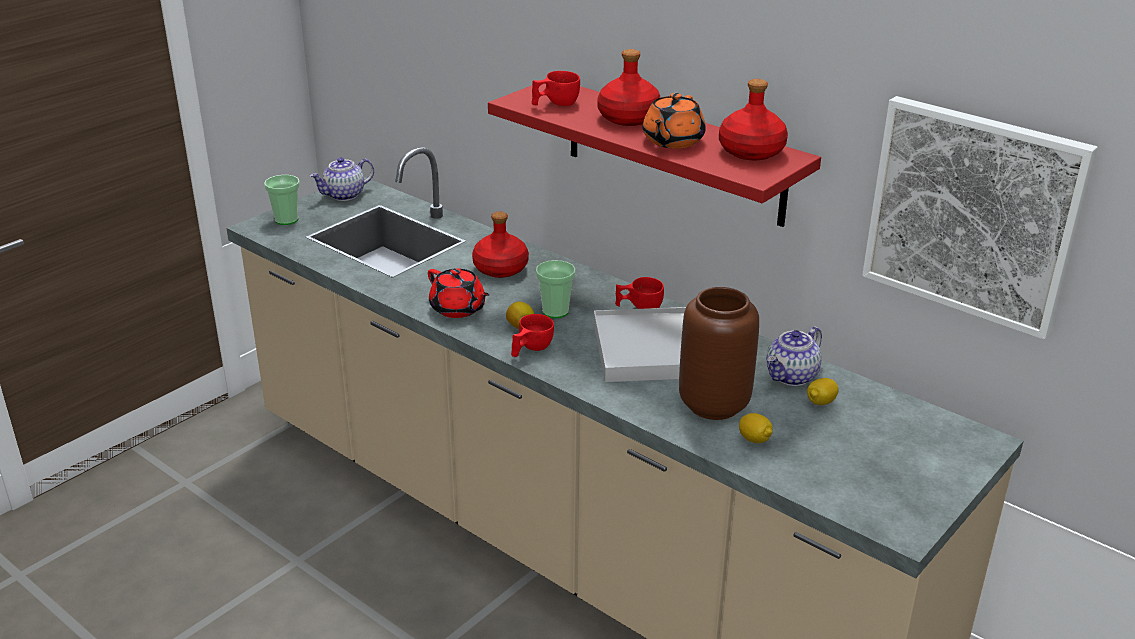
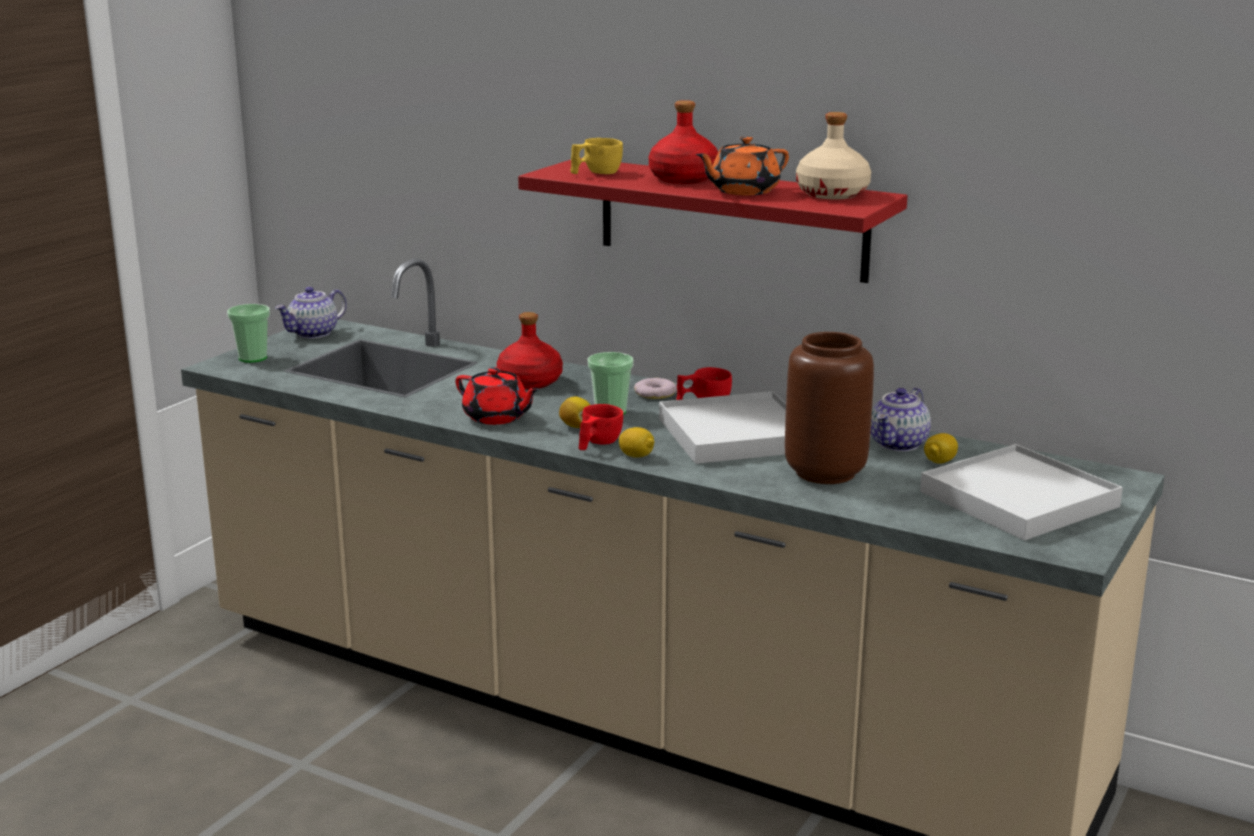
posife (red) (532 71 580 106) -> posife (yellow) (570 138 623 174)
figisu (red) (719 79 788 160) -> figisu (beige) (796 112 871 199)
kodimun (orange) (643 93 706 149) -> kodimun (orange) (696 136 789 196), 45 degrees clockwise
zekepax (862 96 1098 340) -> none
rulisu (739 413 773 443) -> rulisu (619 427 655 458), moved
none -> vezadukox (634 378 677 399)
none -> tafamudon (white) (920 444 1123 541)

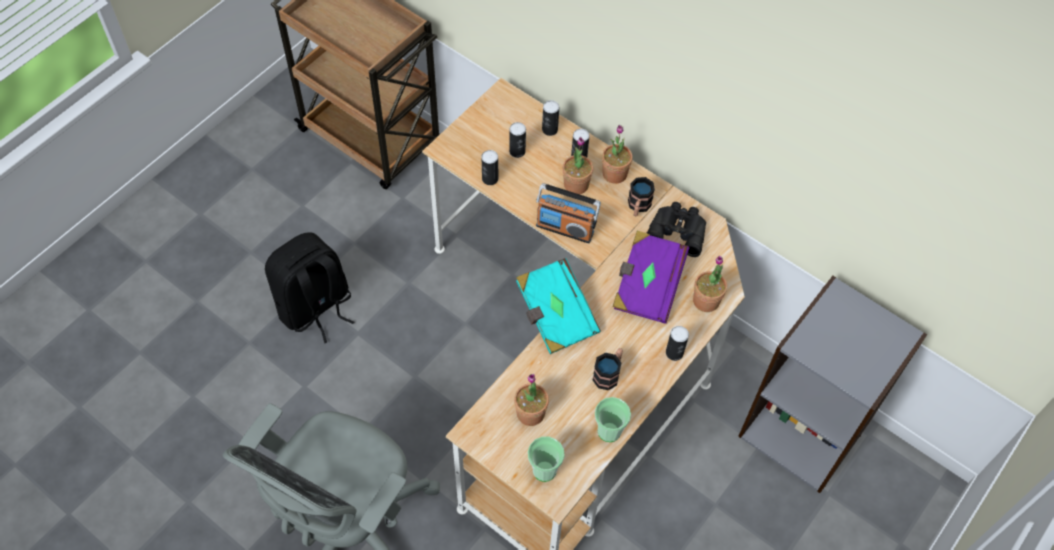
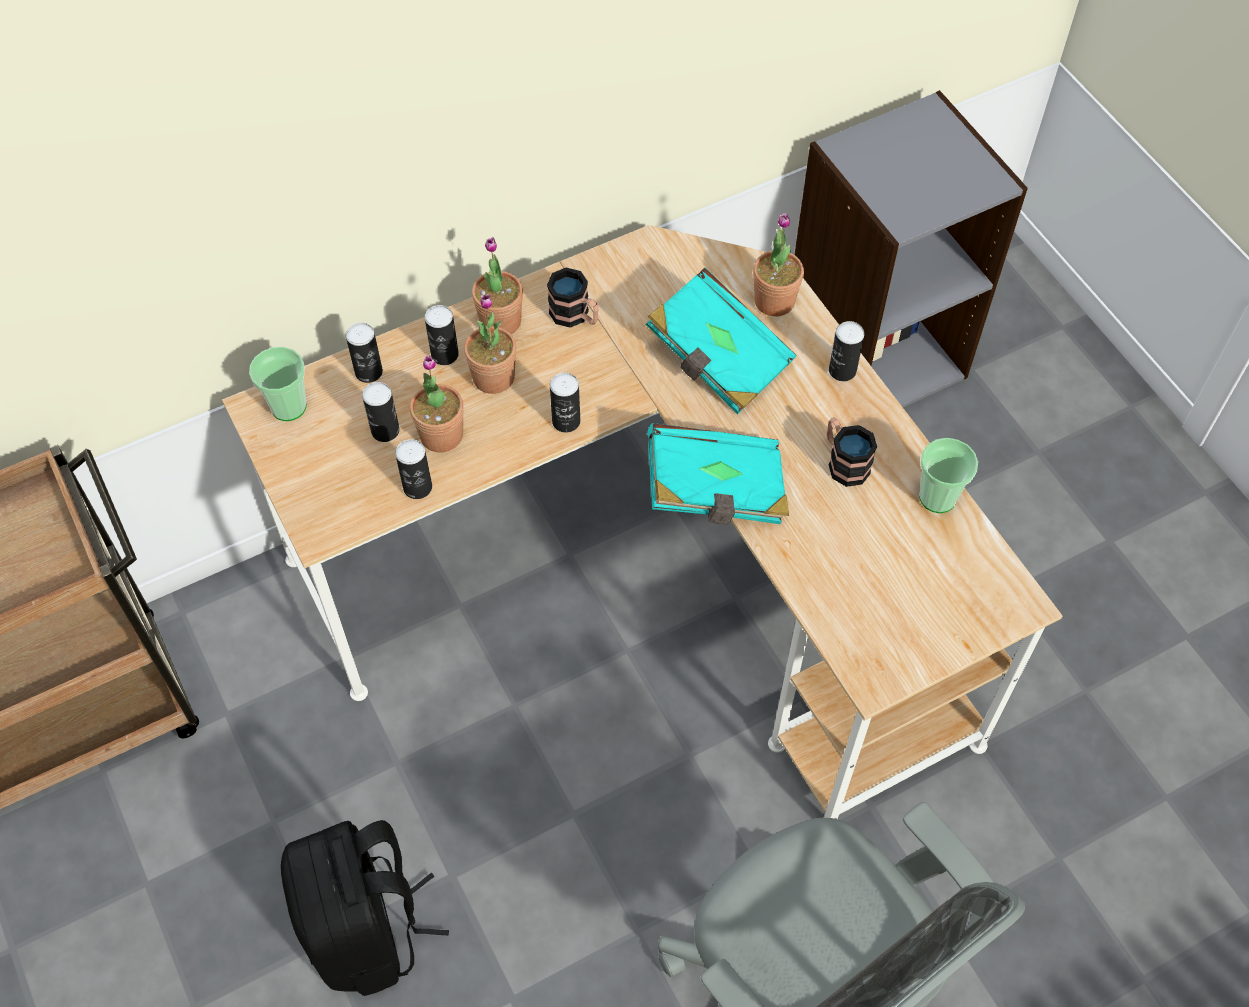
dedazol (536 183 601 243) -> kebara (550 372 580 433)
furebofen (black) (647 202 706 257) -> none
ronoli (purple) (613 231 689 324) -> ronoli (turquoise) (646 268 797 414)
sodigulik (514 374 549 426) -> sodigulik (410 354 464 452), moved
posife (528 436 564 482) -> posife (249 347 307 421), moved

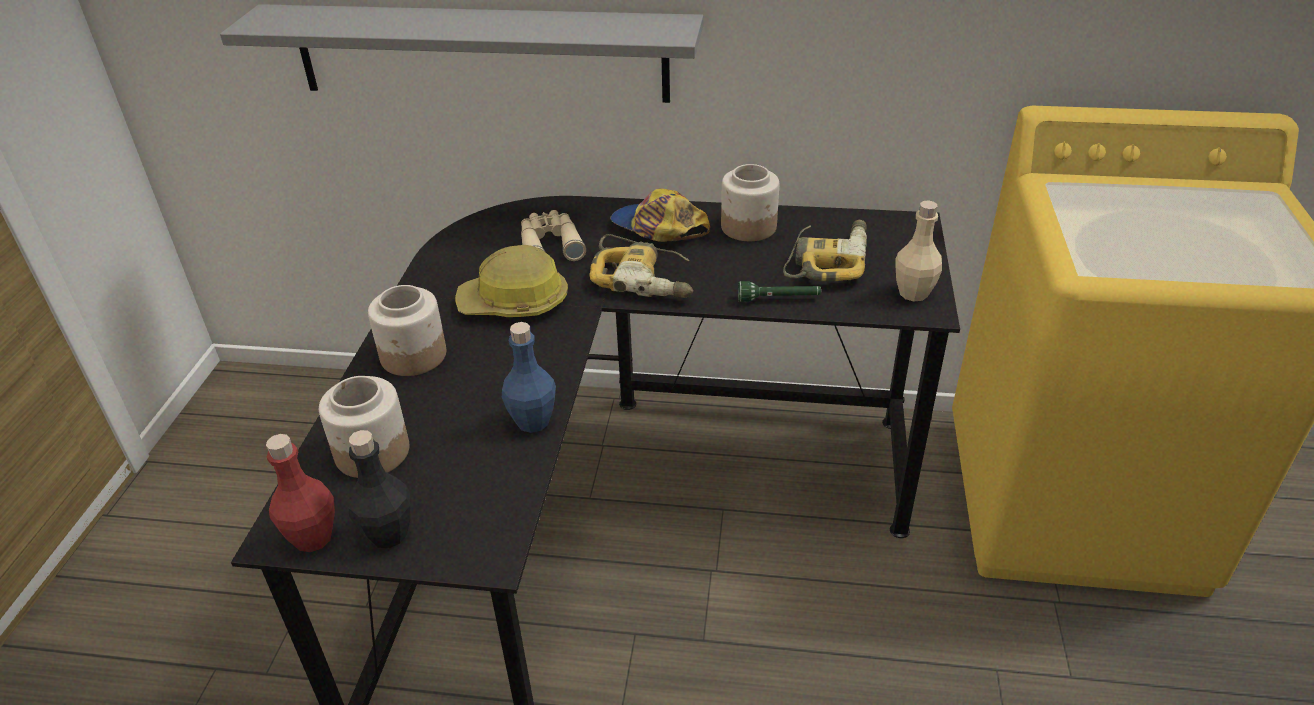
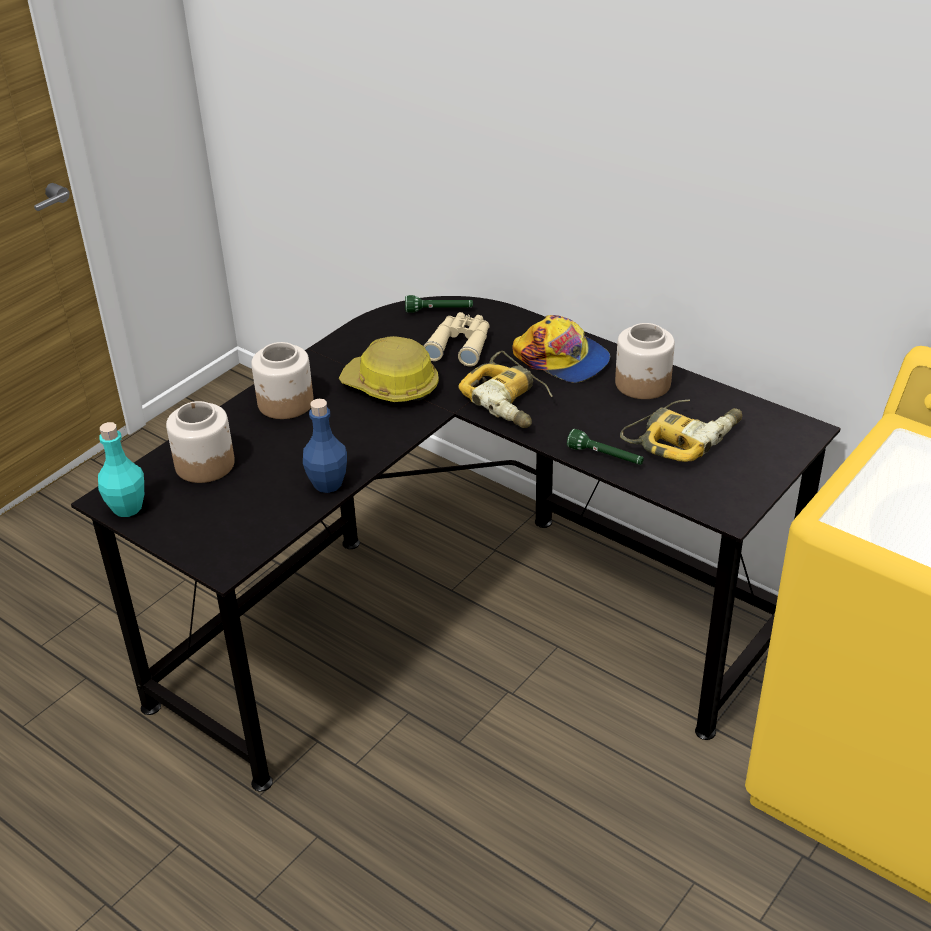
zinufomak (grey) (220 4 704 103) -> none
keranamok (610 188 710 242) -> keranamok (512 315 610 383), 150 degrees clockwise
figisu (beige) (896 200 942 301) -> none
figisu (black) (348 430 410 548) -> none
figisu (red) (266 434 335 552) -> figisu (turquoise) (98 422 144 517)
none -> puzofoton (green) (405 295 473 313)

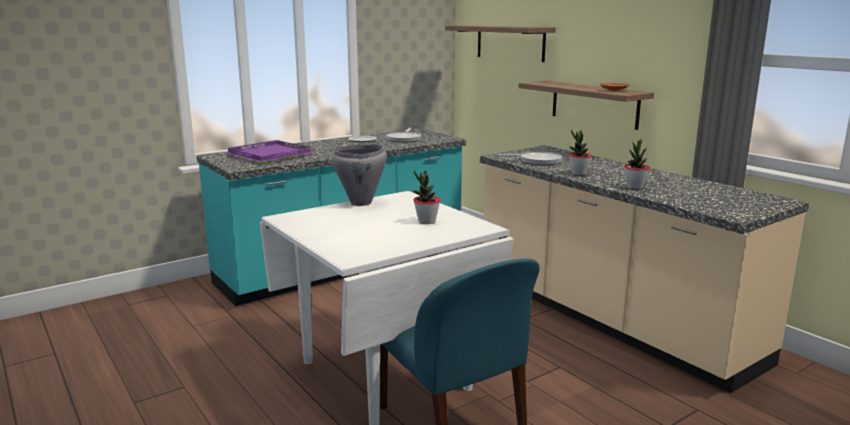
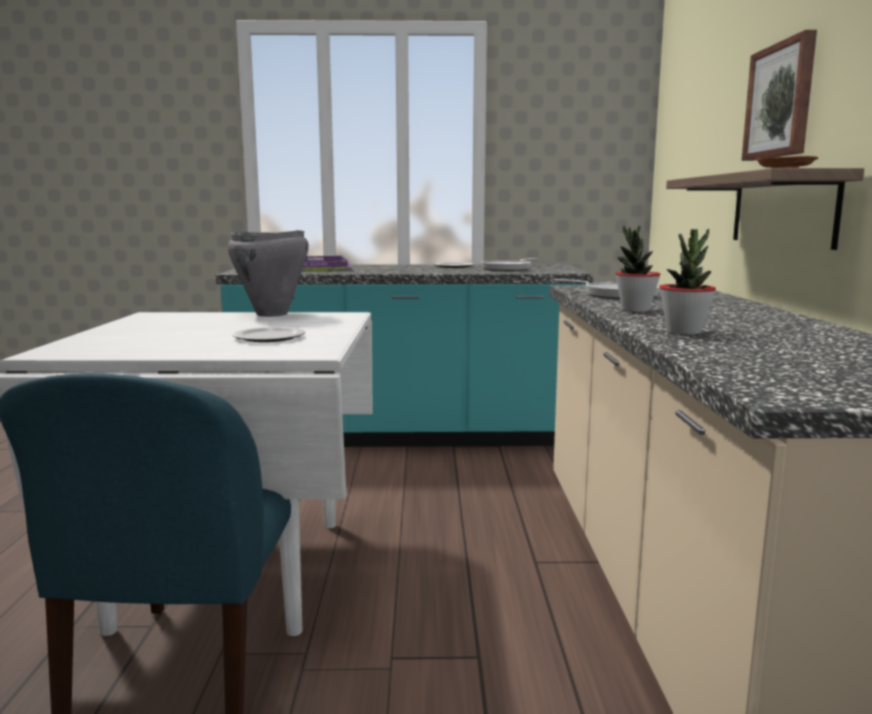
zinufomak (445 25 556 62) -> none
sodigulik (413 171 441 224) -> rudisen (233 327 305 342)
none -> zekepax (742 30 817 161)

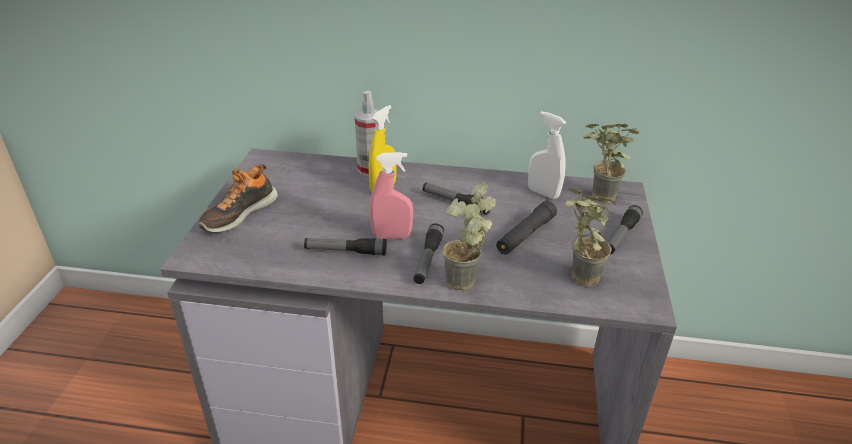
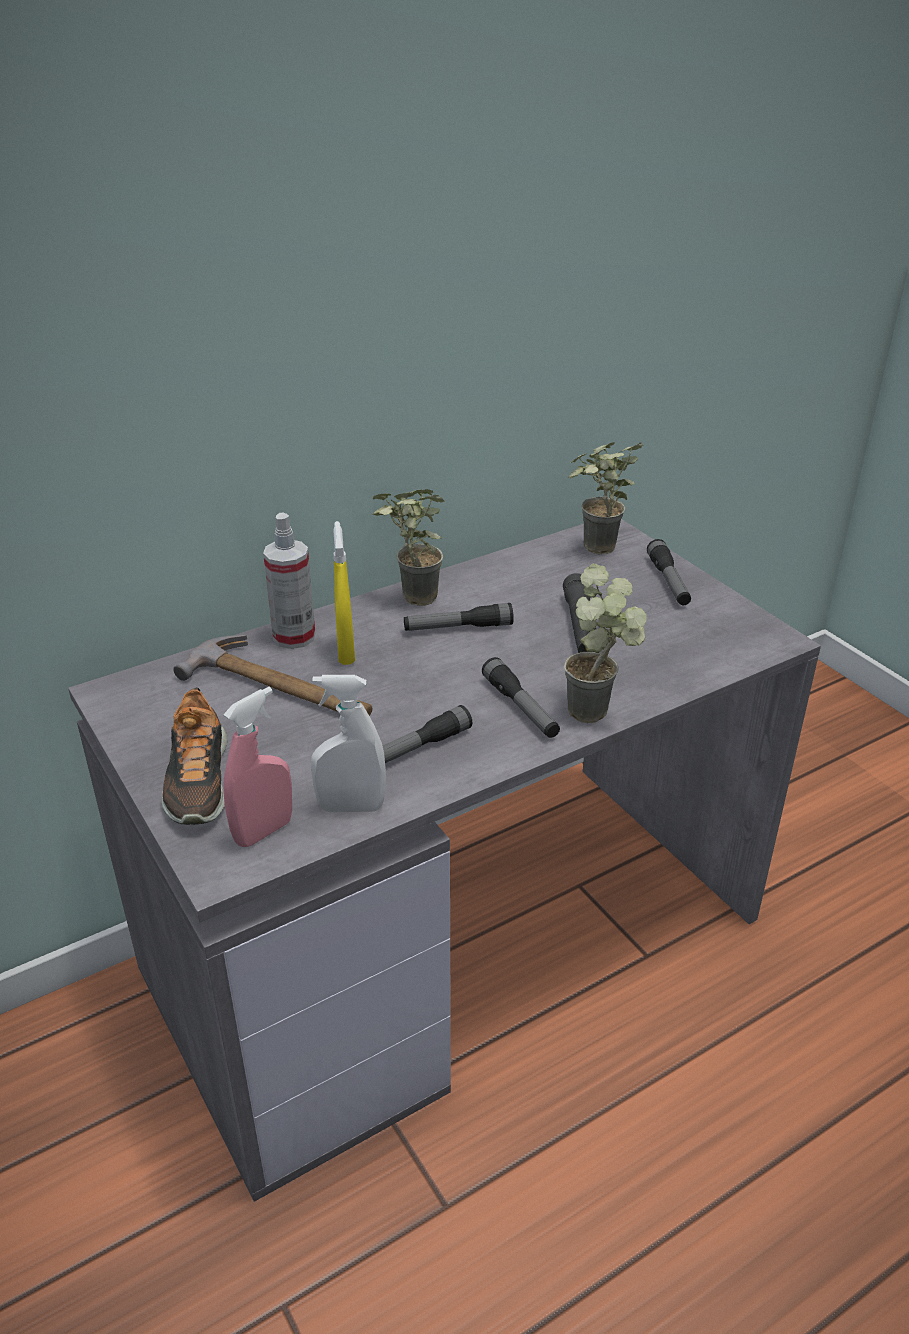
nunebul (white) (528 111 566 199) -> nunebul (white) (311 675 386 813), moved
nunebul (pink) (370 152 413 239) -> nunebul (pink) (223 687 292 847), moved
sodigulik (565 189 616 287) -> sodigulik (372 489 445 606), moved
none -> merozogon (173 635 372 716)

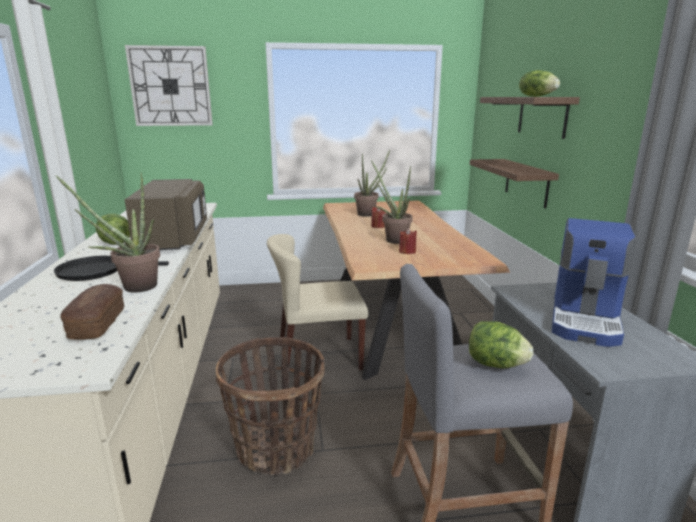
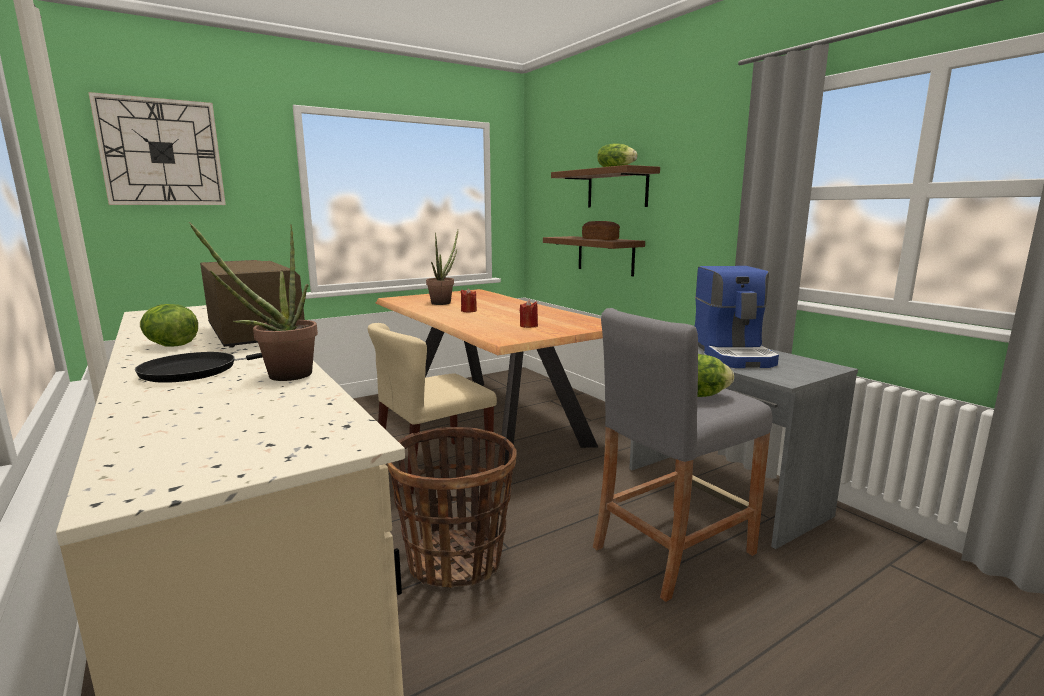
sodigulik (371 160 413 244) -> none
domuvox (60 284 124 340) -> domuvox (582 221 620 240), moved

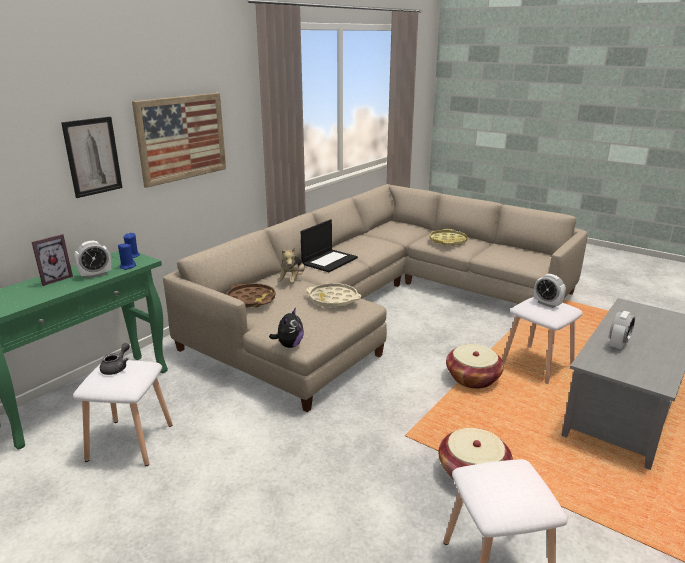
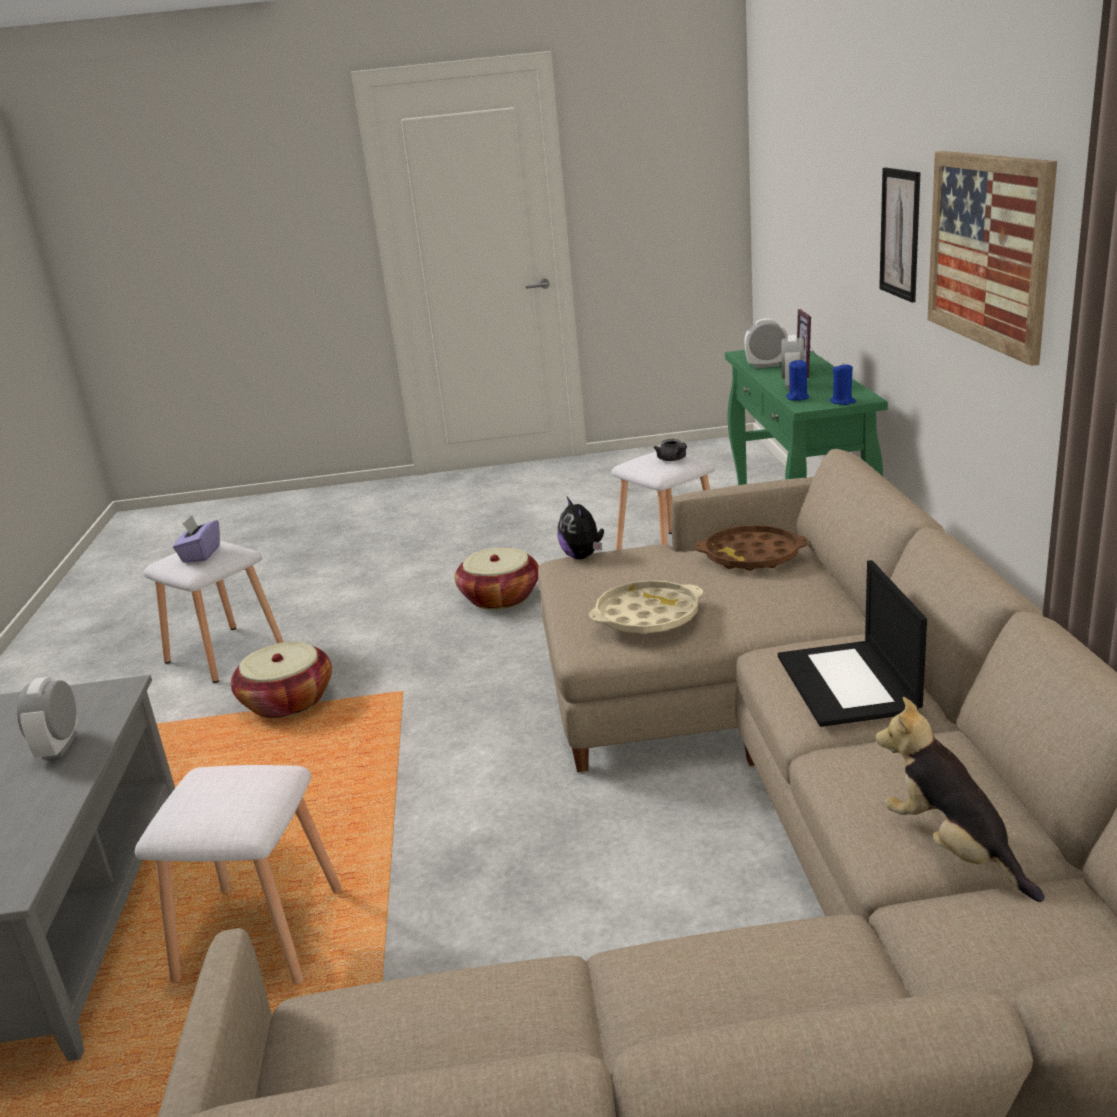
tafamudon (yellow) (429 229 468 246) -> none
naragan (277 247 305 284) -> naragan (875 697 1045 902), moved
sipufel (534 274 566 308) -> sipufel (744 318 788 368), moved
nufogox (446 344 504 389) -> nufogox (455 548 539 610), moved
none -> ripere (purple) (173 515 220 563)

